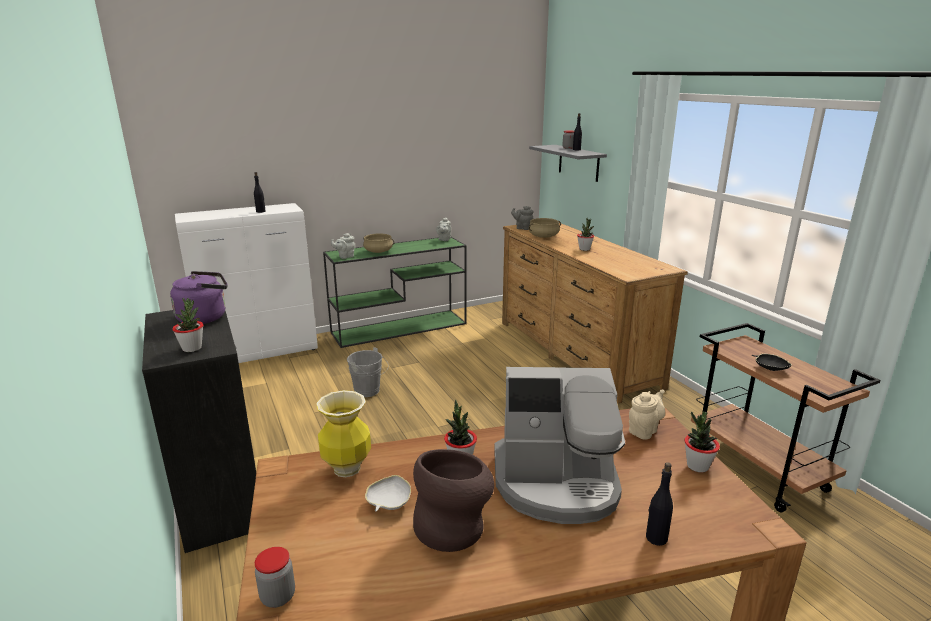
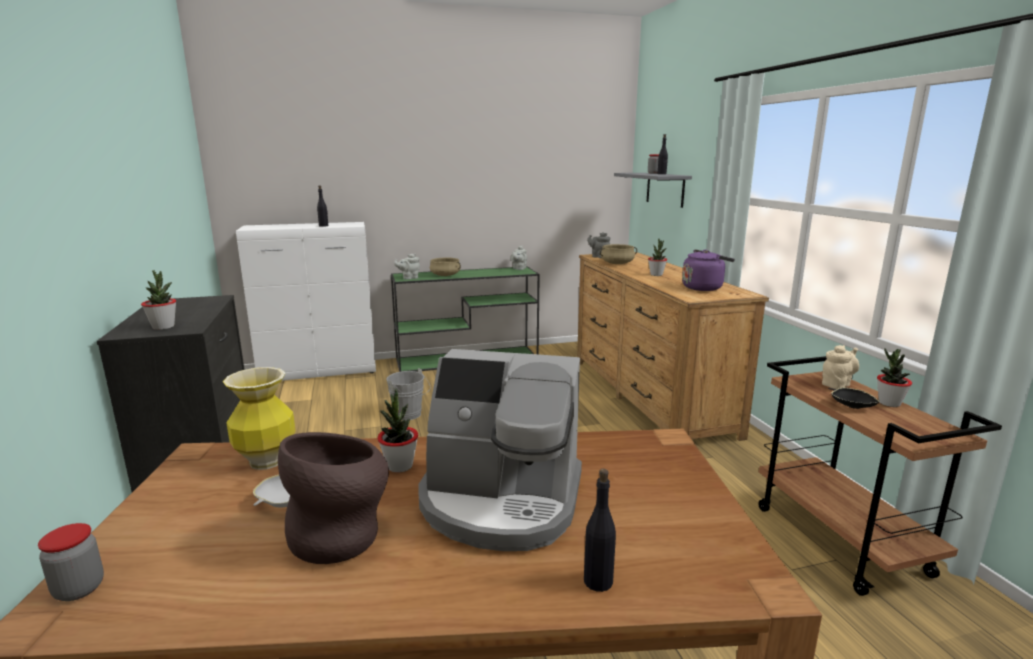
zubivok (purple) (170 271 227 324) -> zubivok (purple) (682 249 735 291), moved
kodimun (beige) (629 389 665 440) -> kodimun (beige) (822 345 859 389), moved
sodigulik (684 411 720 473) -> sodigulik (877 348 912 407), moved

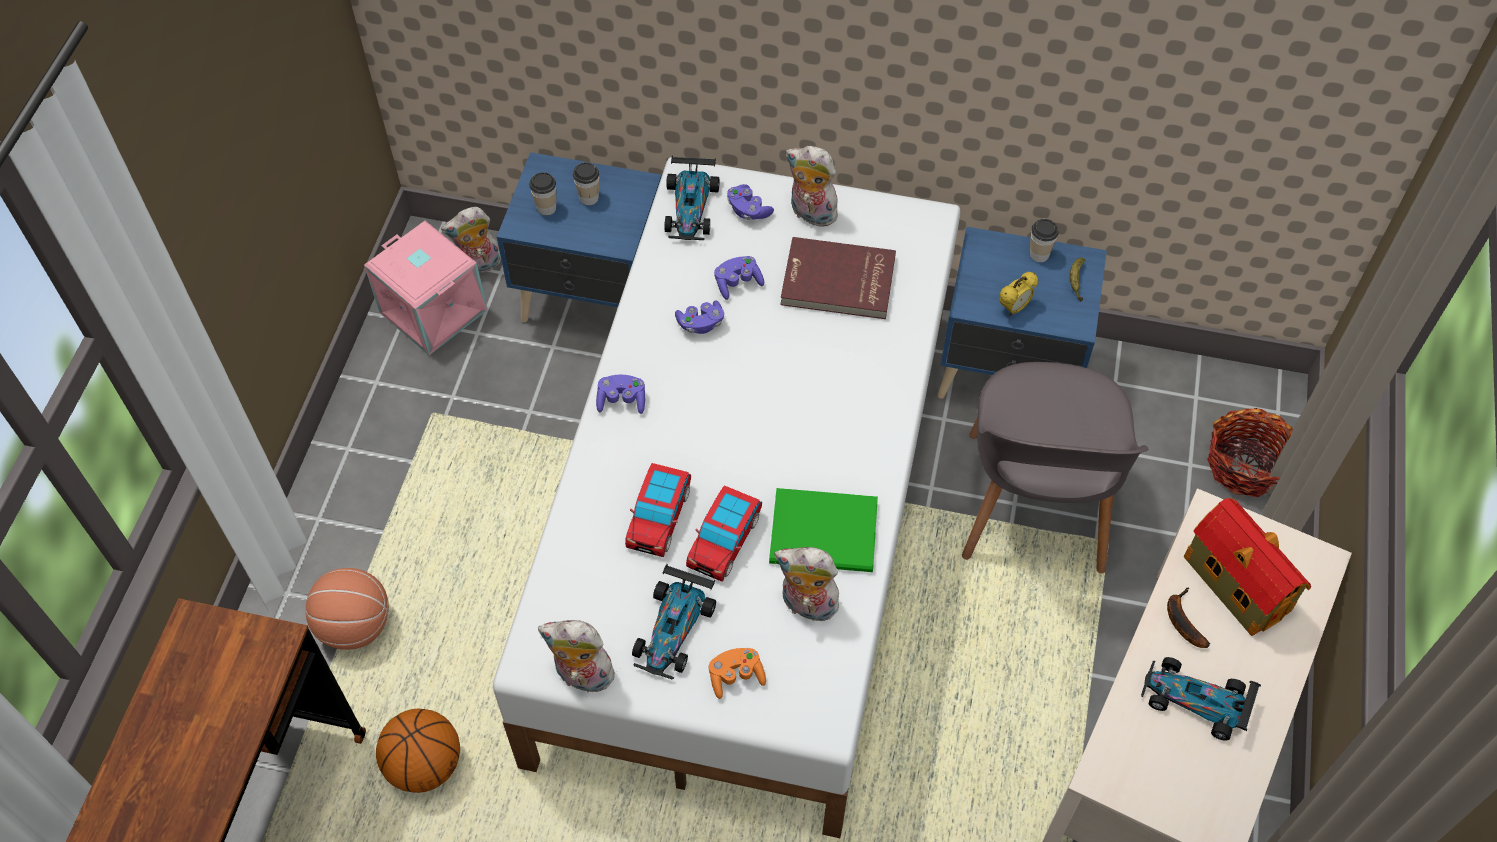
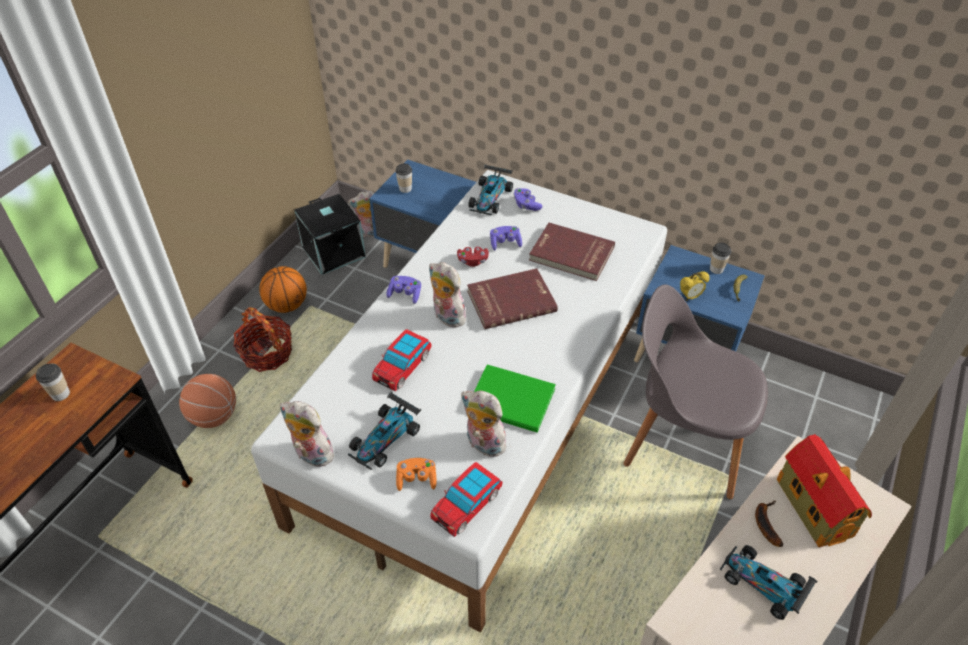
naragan (786 146 840 227) -> naragan (429 262 469 327), moved
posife (573 162 599 205) -> posife (36 363 70 401), moved
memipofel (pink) (364 221 487 355) -> memipofel (black) (294 194 366 275)
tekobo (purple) (675 300 724 334) -> tekobo (red) (457 247 489 267)
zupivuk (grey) (962 362 1148 573) -> zupivuk (grey) (623 284 768 499), 90 degrees clockwise
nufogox (1207 408 1293 497) -> nufogox (234 307 292 372), moved
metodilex (686 485 762 582) -> metodilex (430 462 503 537), moved
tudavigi (376 708 460 793) -> tudavigi (259 266 307 313), moved
none -> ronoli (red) (467 269 558 329)

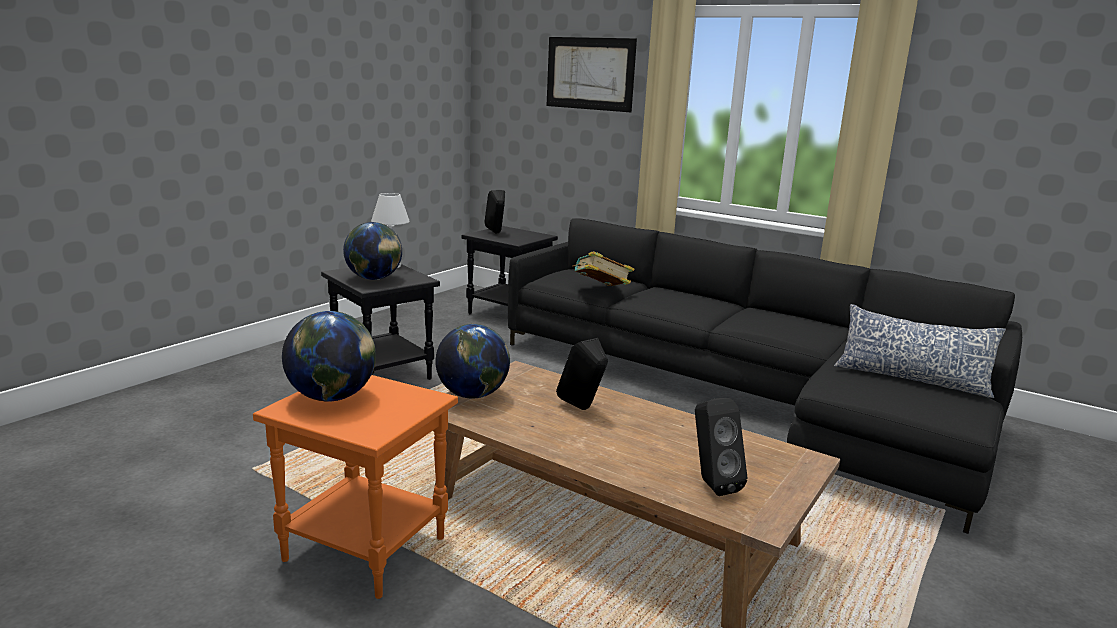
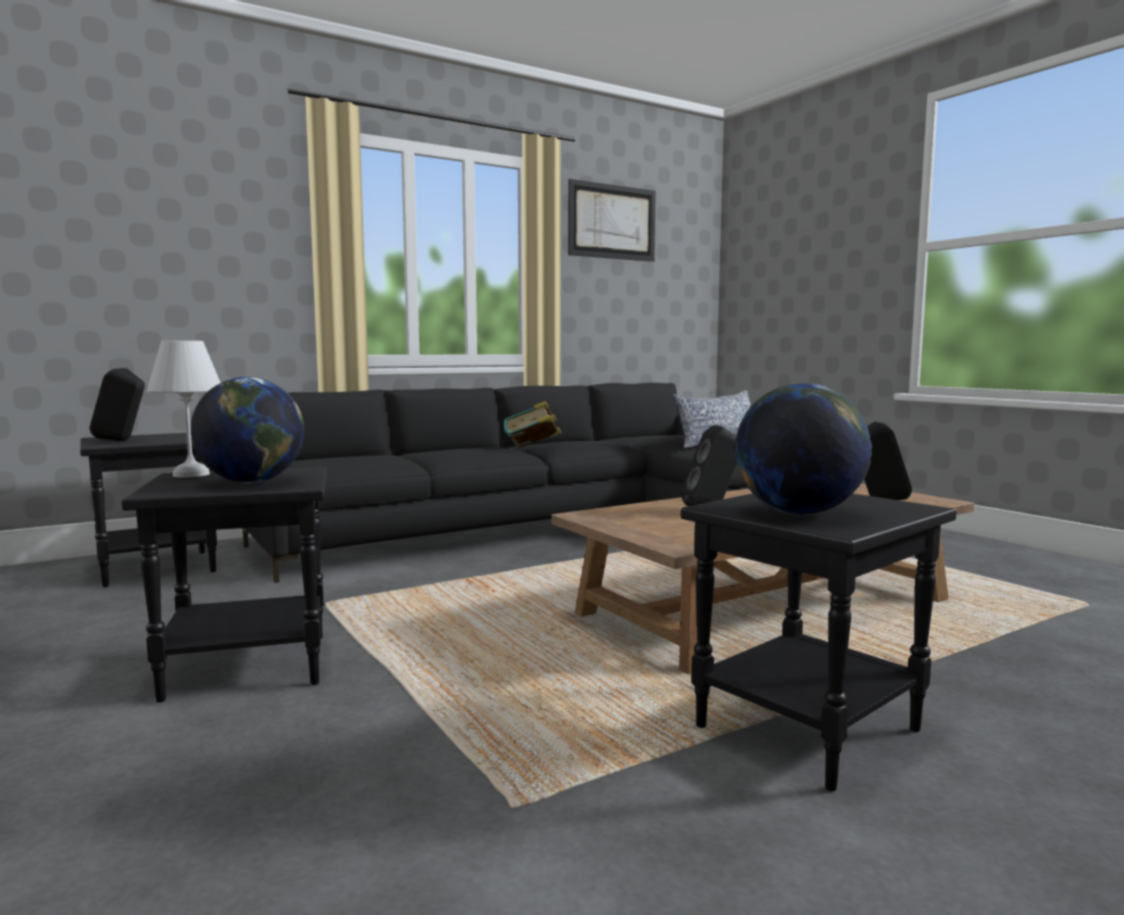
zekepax (547 37 637 112) -> zekepax (568 179 656 262), moved
ronoli (572 251 635 286) -> ronoli (504 401 561 447), moved
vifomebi (435 324 510 399) -> none
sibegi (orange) (253 375 458 599) -> sibegi (black) (681 493 957 791)

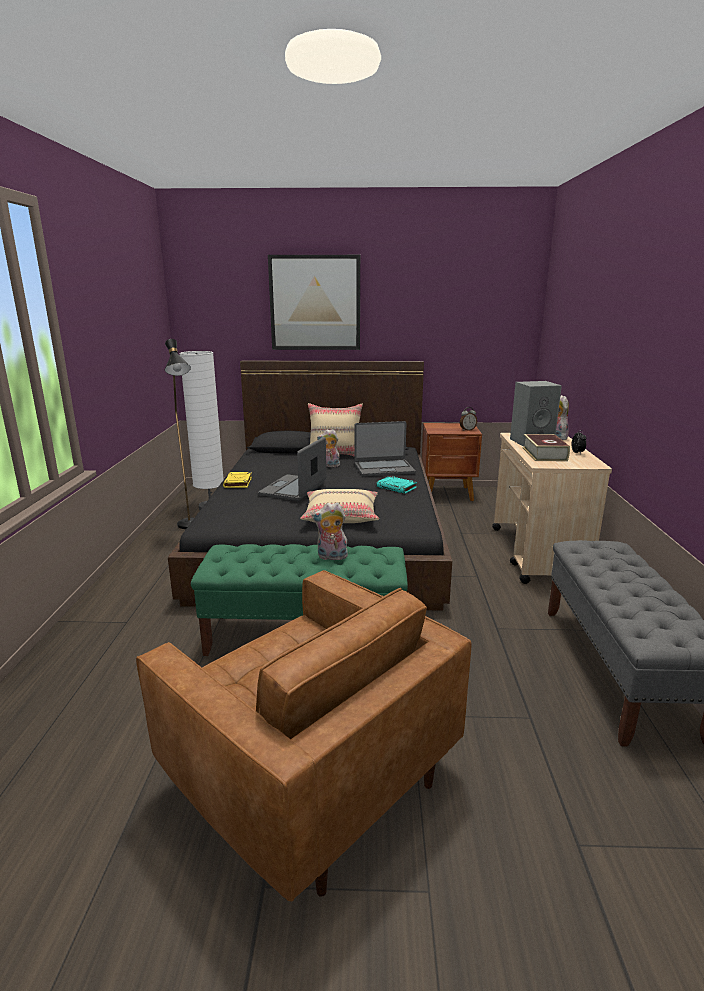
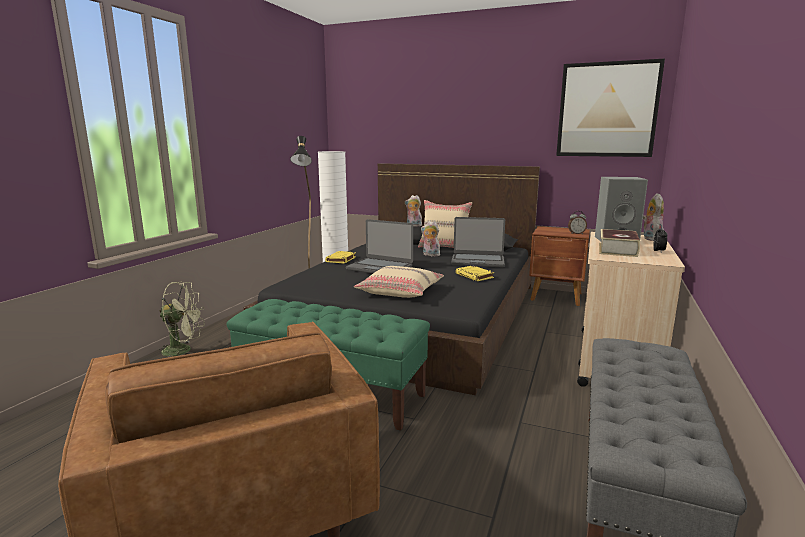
zekepax (268 255 360 350) -> zekepax (556 59 665 157), moved
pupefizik (258 437 326 501) -> pupefizik (346 219 413 273), 105 degrees counterclockwise
ronoli (turquoise) (376 476 417 494) -> ronoli (yellow) (455 265 494 281)
naragan (312 503 348 562) -> naragan (405 195 422 226), moved
none -> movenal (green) (159 281 205 357)

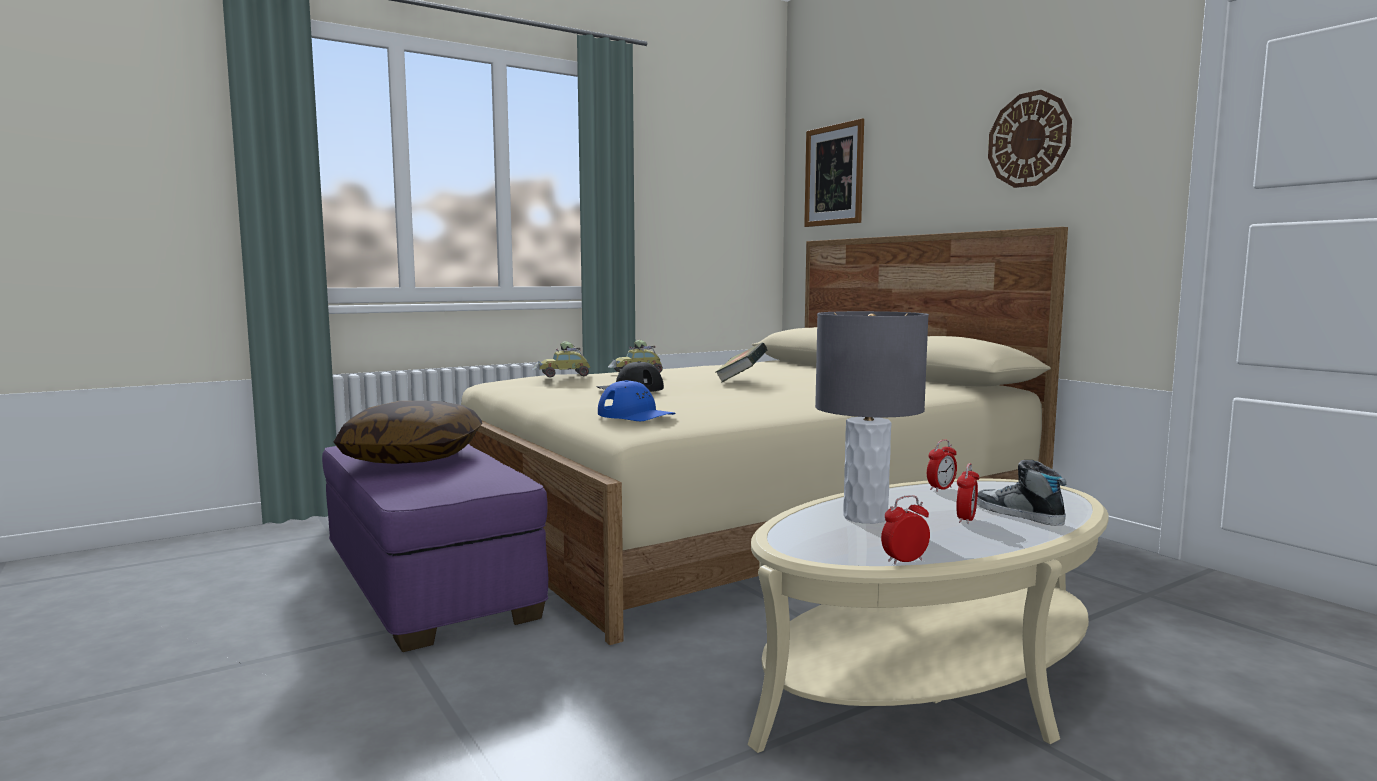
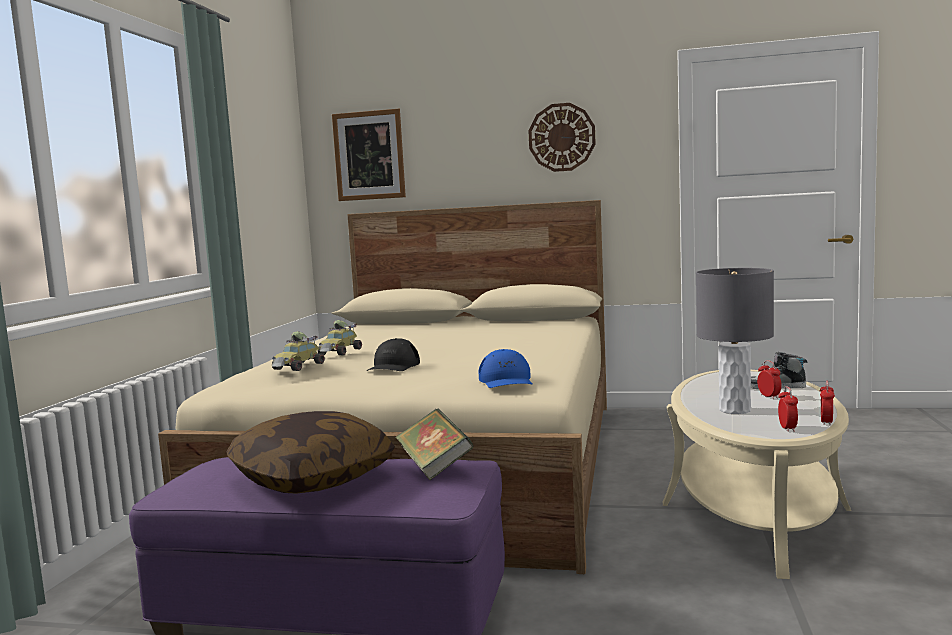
ronoli (715 342 767 383) -> ronoli (395 409 474 480), moved
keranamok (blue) (598 380 676 421) -> keranamok (blue) (478 349 533 388), 90 degrees clockwise
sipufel (927 440 957 492) -> sipufel (778 386 798 432), moved

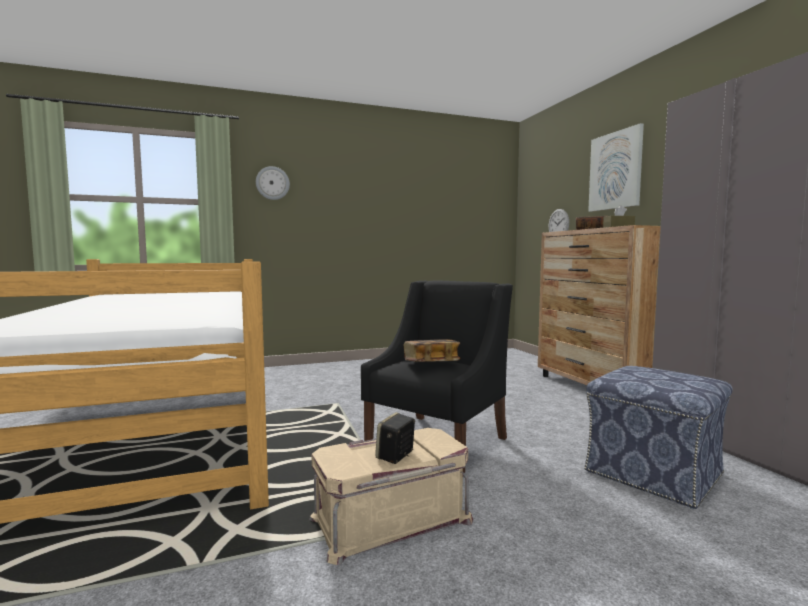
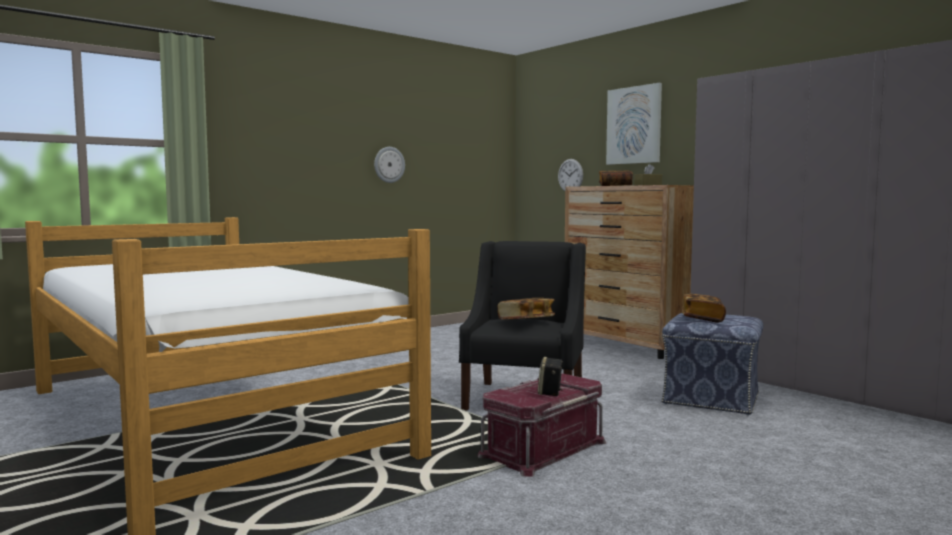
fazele (256 166 290 200) -> fazele (374 147 405 183), moved
memipofel (beige) (309 428 474 565) -> memipofel (red) (478 374 606 477)
none -> ronoli (682 293 726 323)

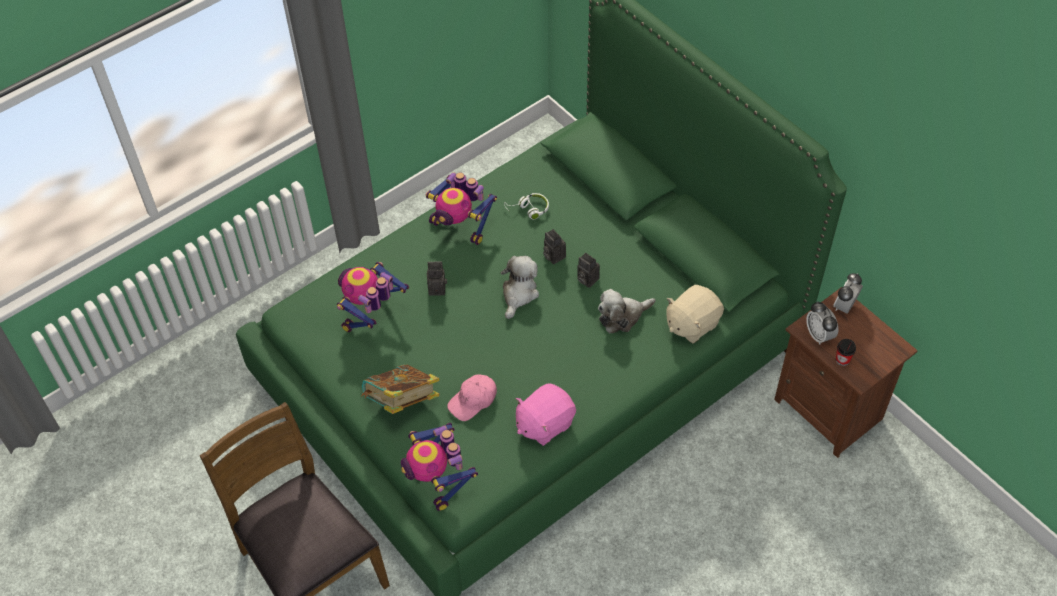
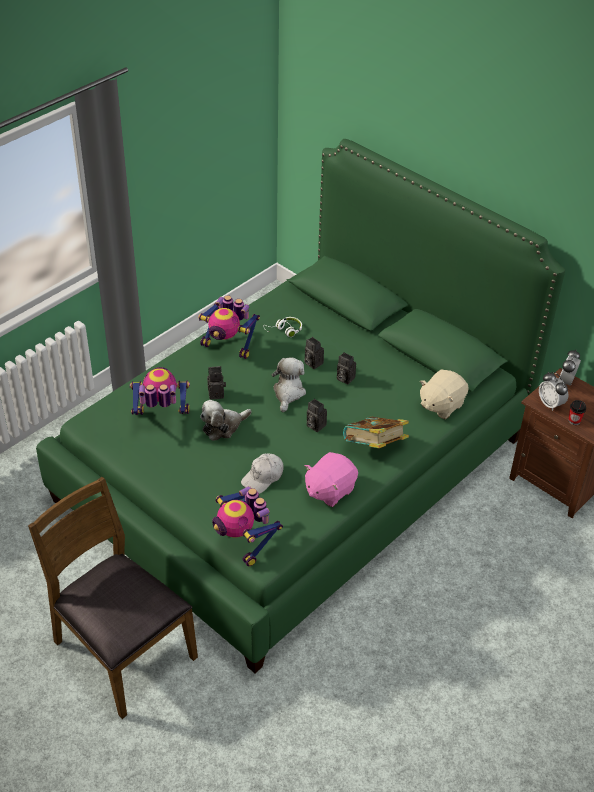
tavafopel (337 262 409 332) -> tavafopel (130 367 190 415), 60 degrees clockwise
naragan (598 289 655 333) -> naragan (200 400 252 441), moved
ronoli (361 365 439 414) -> ronoli (343 417 409 448), moved
keranamok (pink) (447 374 497 421) -> keranamok (white) (241 454 284 494)
none -> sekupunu (307 399 327 432)

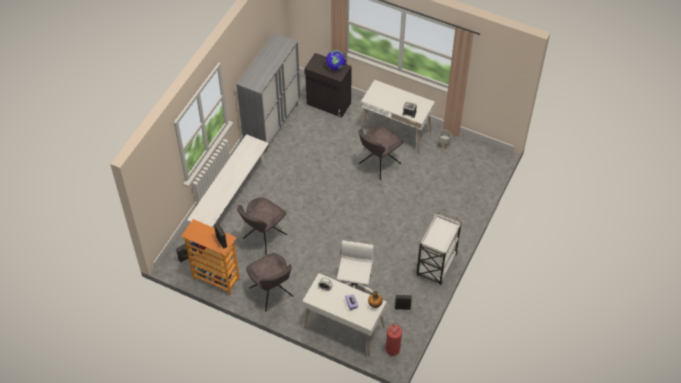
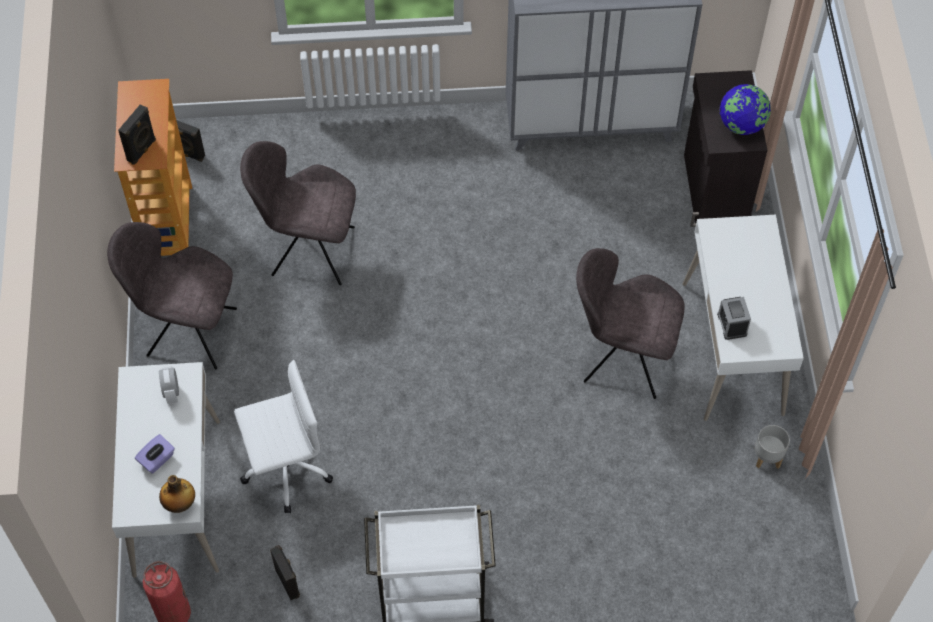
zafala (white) (187 134 269 227) -> none
zupivuk (grey) (246 253 293 312) -> zupivuk (grey) (107 222 237 370), 75 degrees clockwise

